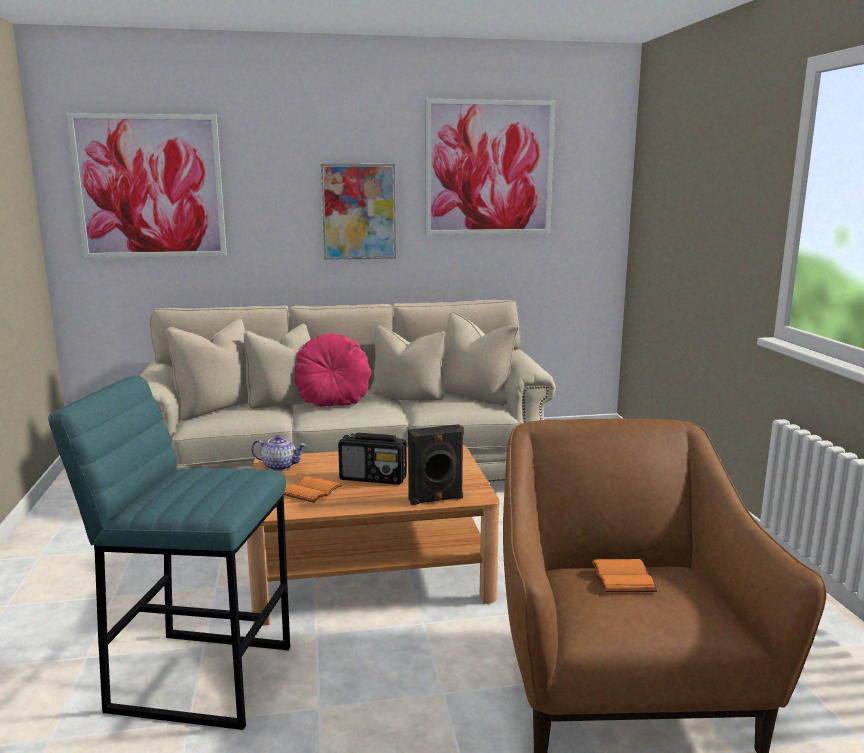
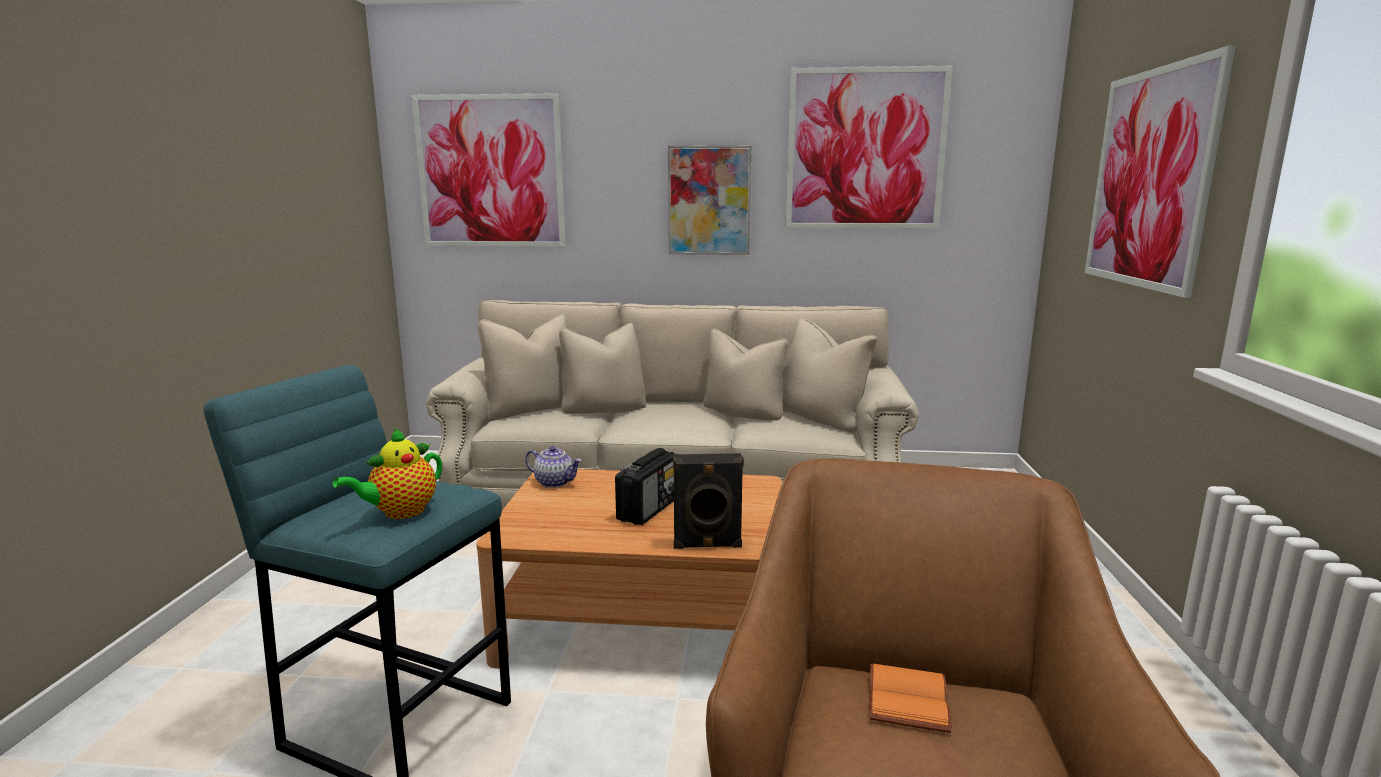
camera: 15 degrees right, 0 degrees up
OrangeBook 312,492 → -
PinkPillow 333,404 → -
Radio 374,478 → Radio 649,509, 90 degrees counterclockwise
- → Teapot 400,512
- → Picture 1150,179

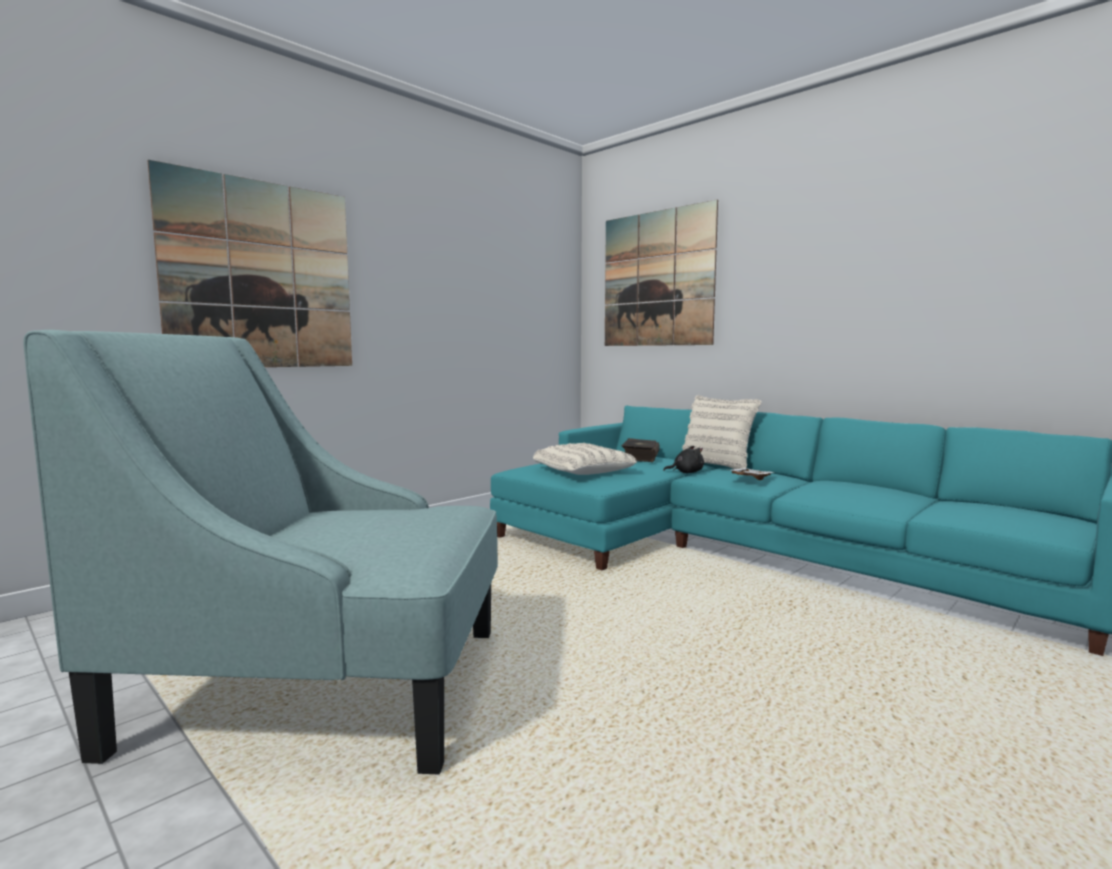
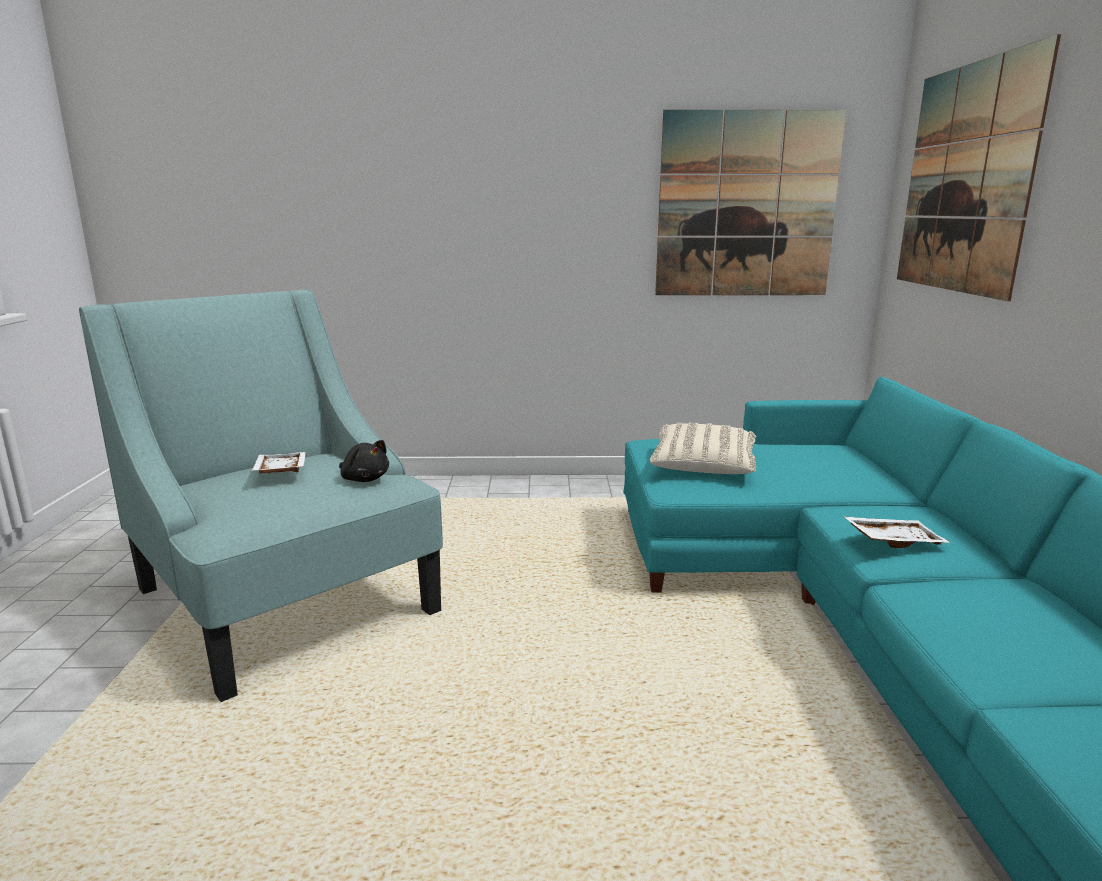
camera: 45 degrees right, 10 degrees up
Picture 261,275 → Picture 746,205, shifted
Book 639,457 → -
BlackPlushToy 686,472 → BlackPlushToy 364,479, shifted
BeigePillow 718,466 → -
- → WhiteTray 279,472

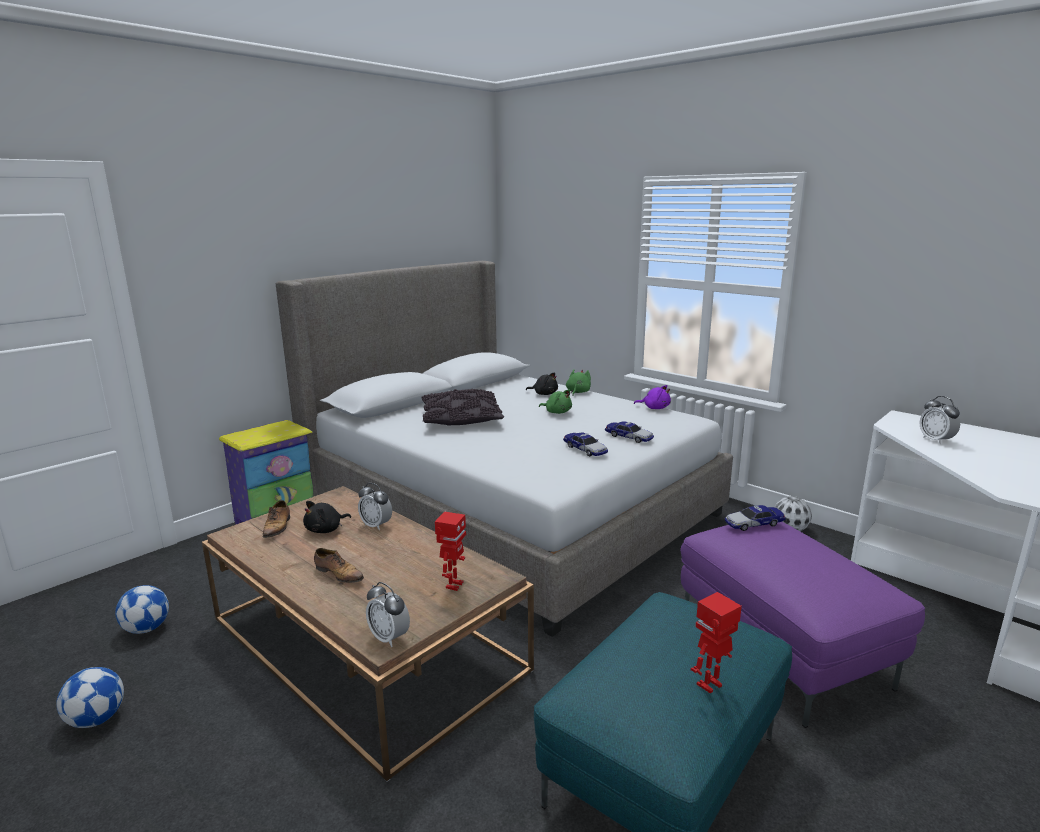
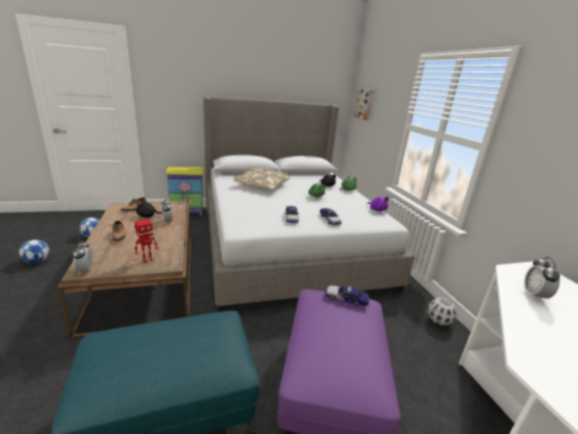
camera: 30 degrees right, 5 degrees up
BlackPillow 461,419 → BeigePillow 262,185
ToyRobot 710,685 → -
- → Picture 364,104

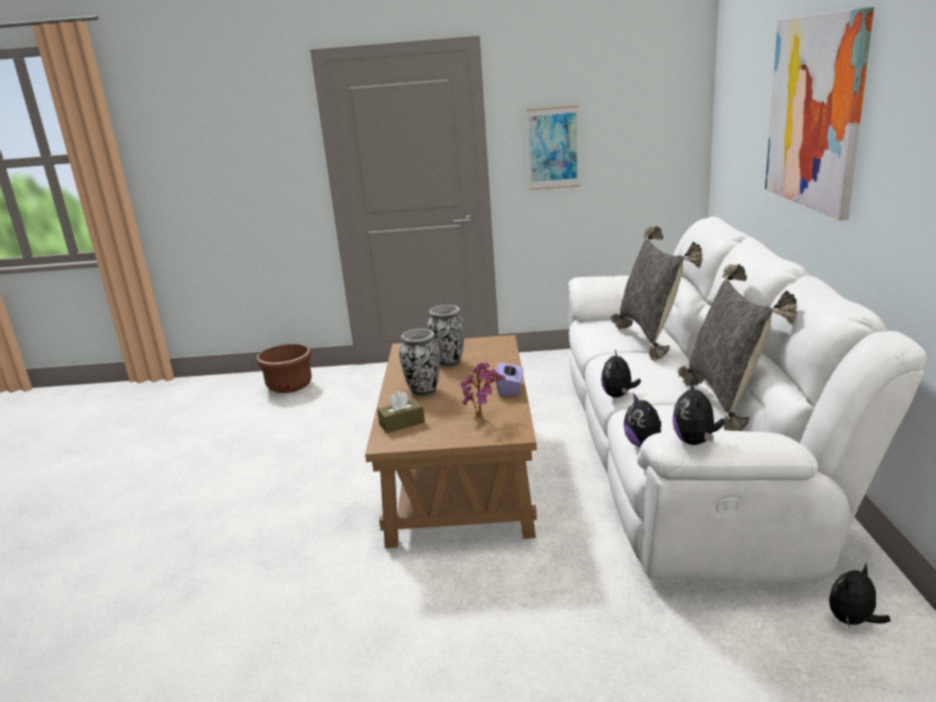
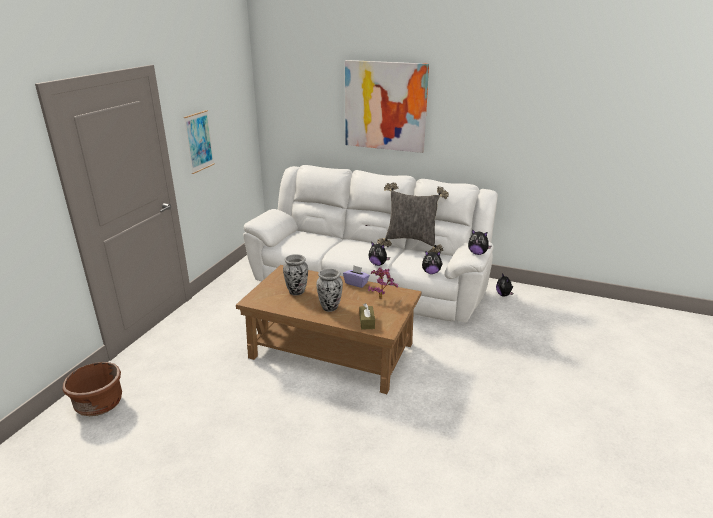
camera: 70 degrees left, 5 degrees up
Pillow 653,342 → -

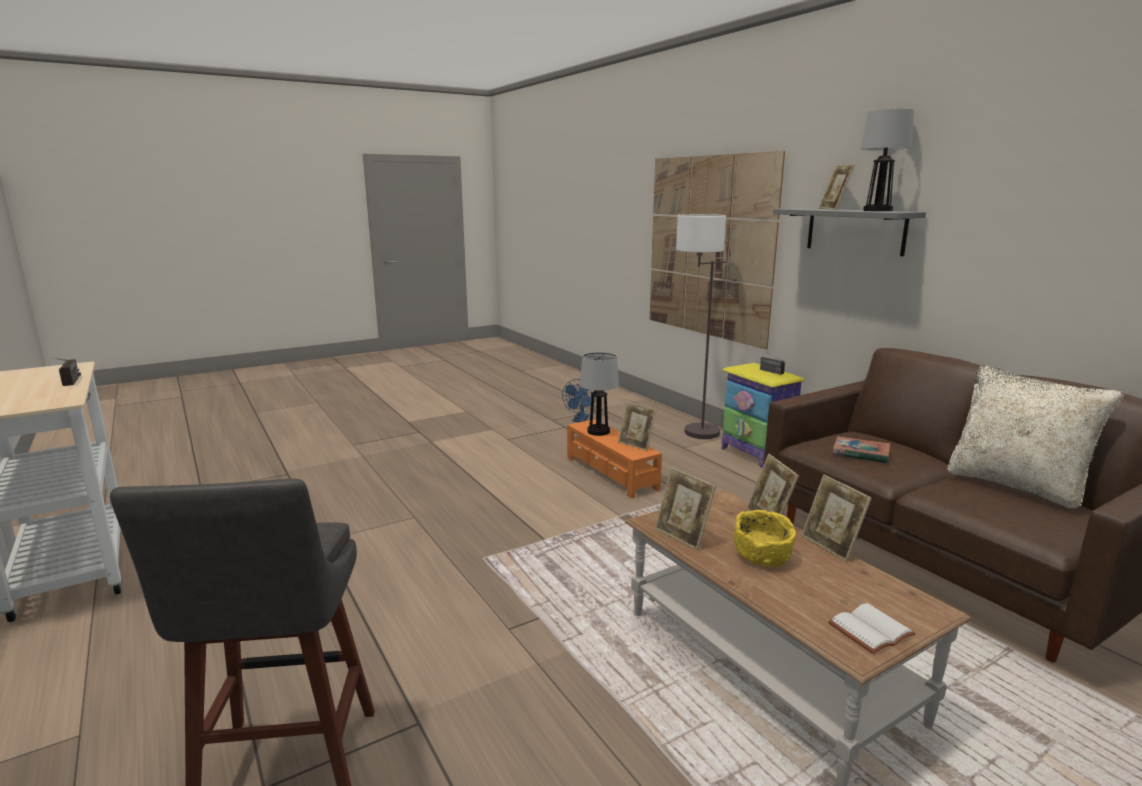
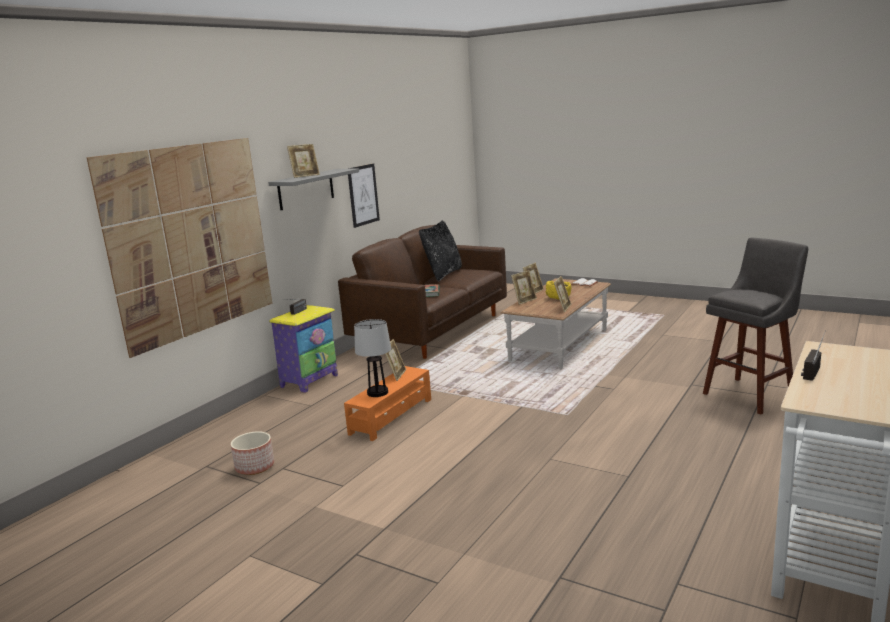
camera: 115 degrees left, 0 degrees up
BlueFan 580,420 → Planter 254,467
WhiteFloorLamp 693,434 → -
TableLamp 878,210 → -
BeigePillow 1015,488 → BlackPillow 443,275
- → Picture 363,195

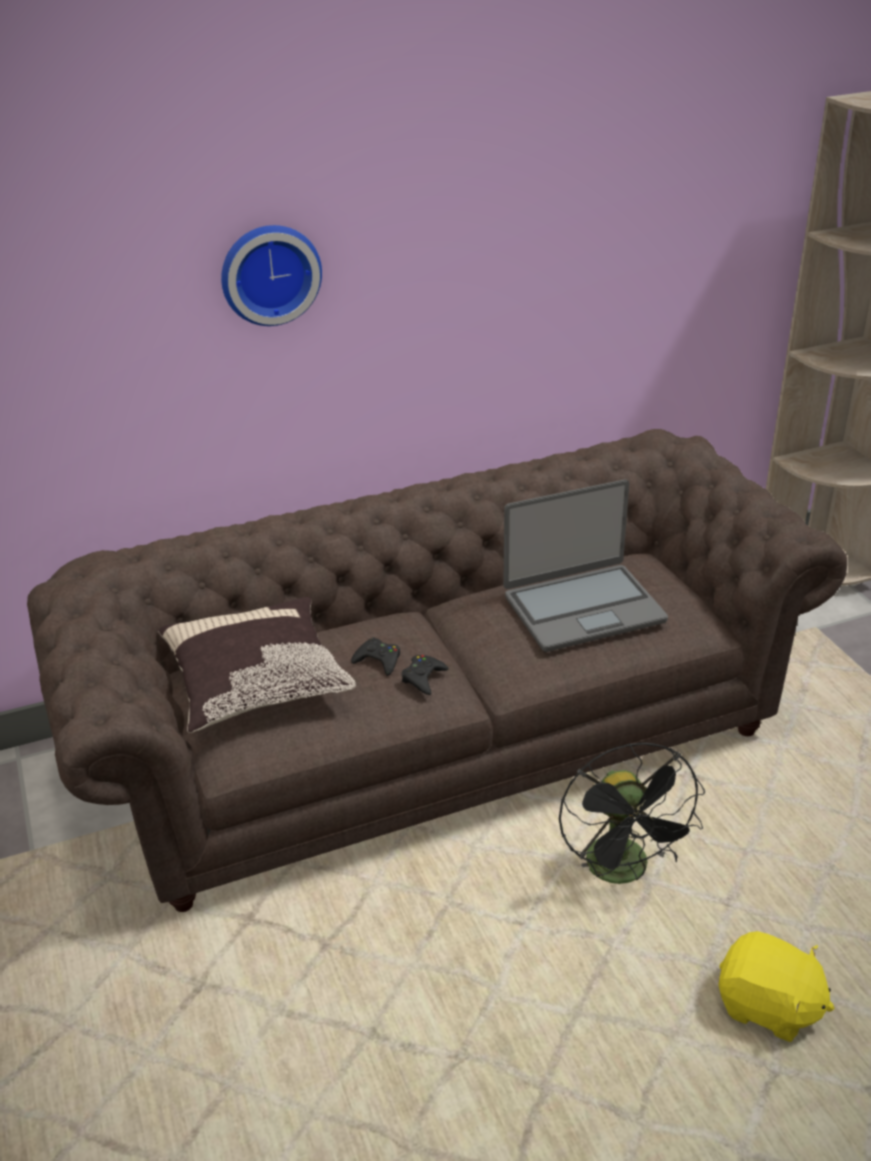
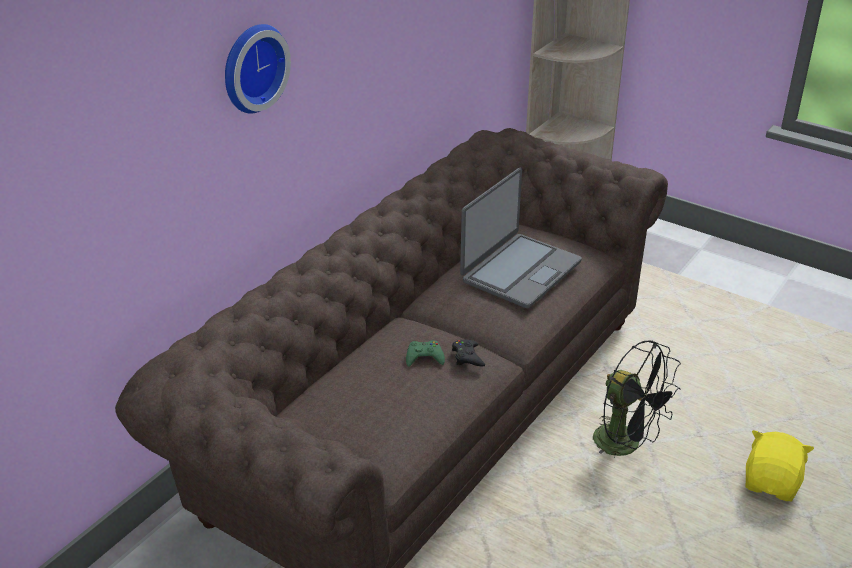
camera: 35 degrees left, 0 degrees up
Pillow 257,682 → -
BlackGameController 378,660 → GreenGameController 424,357
YellowPlushToy 768,1006 → YellowPlushToy 772,483, 60 degrees counterclockwise

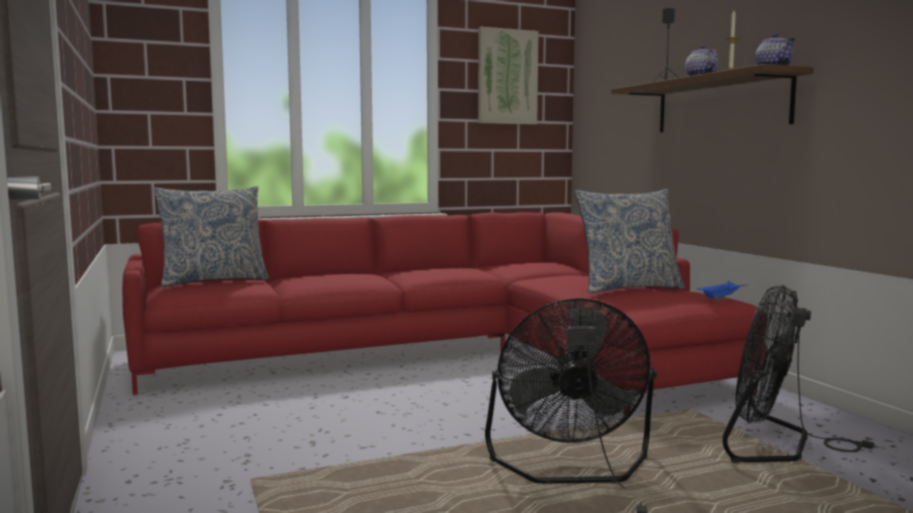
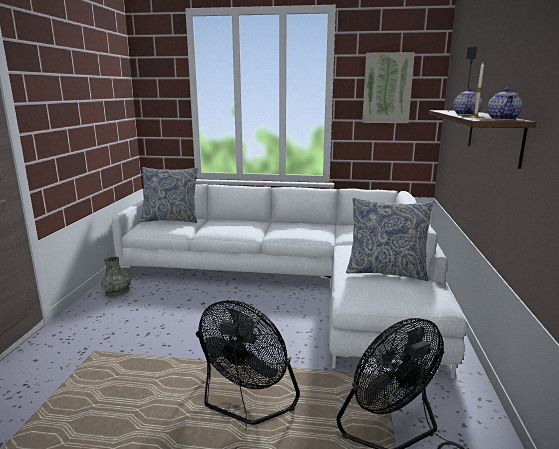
camera: 30 degrees right, 10 degrees up
RedSofa 451,356 → WhiteSofa 296,284
BlueTray 721,298 → -
- → GreyVase 117,291

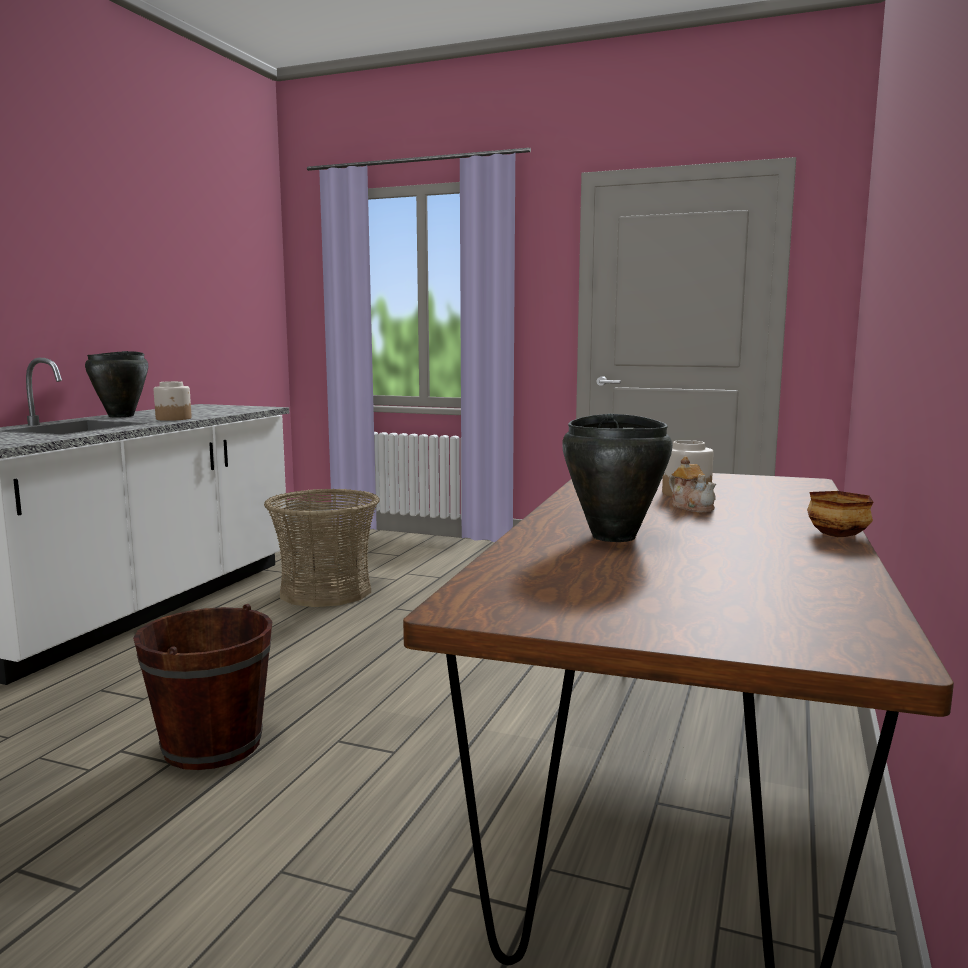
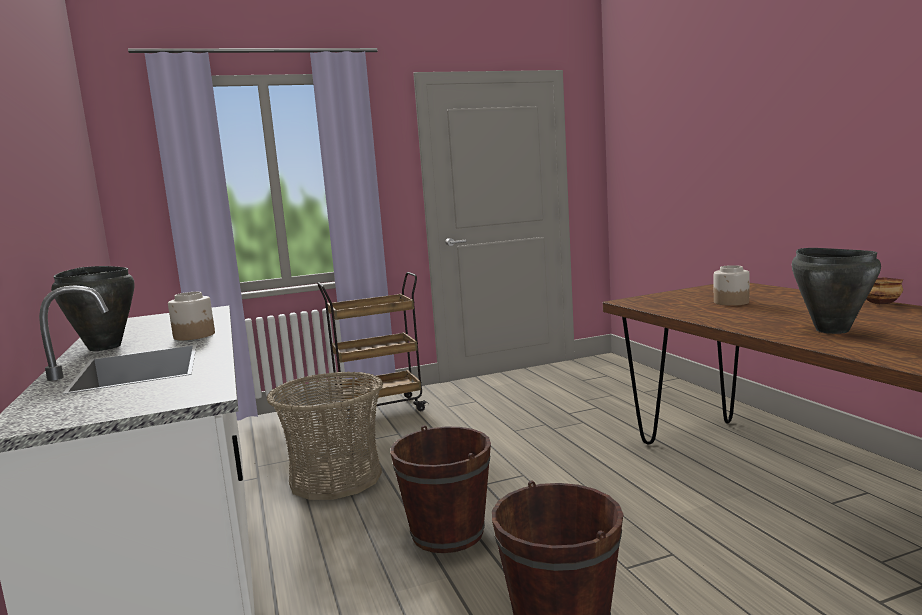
camera: 40 degrees left, 0 degrees up
Teapot 692,507 → -
- → BrownCart 381,410
- → BrownBucket 447,533

